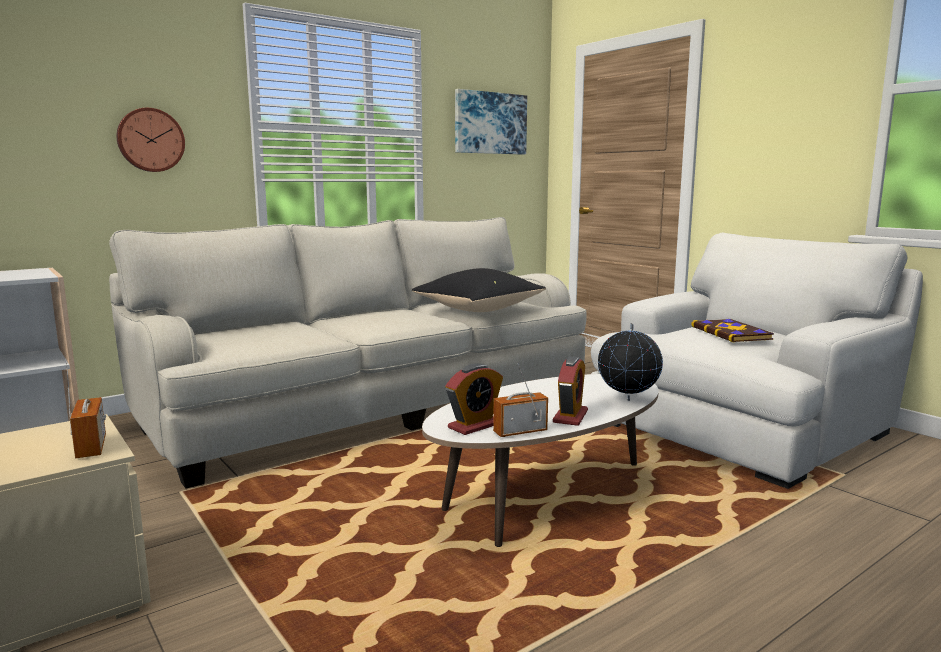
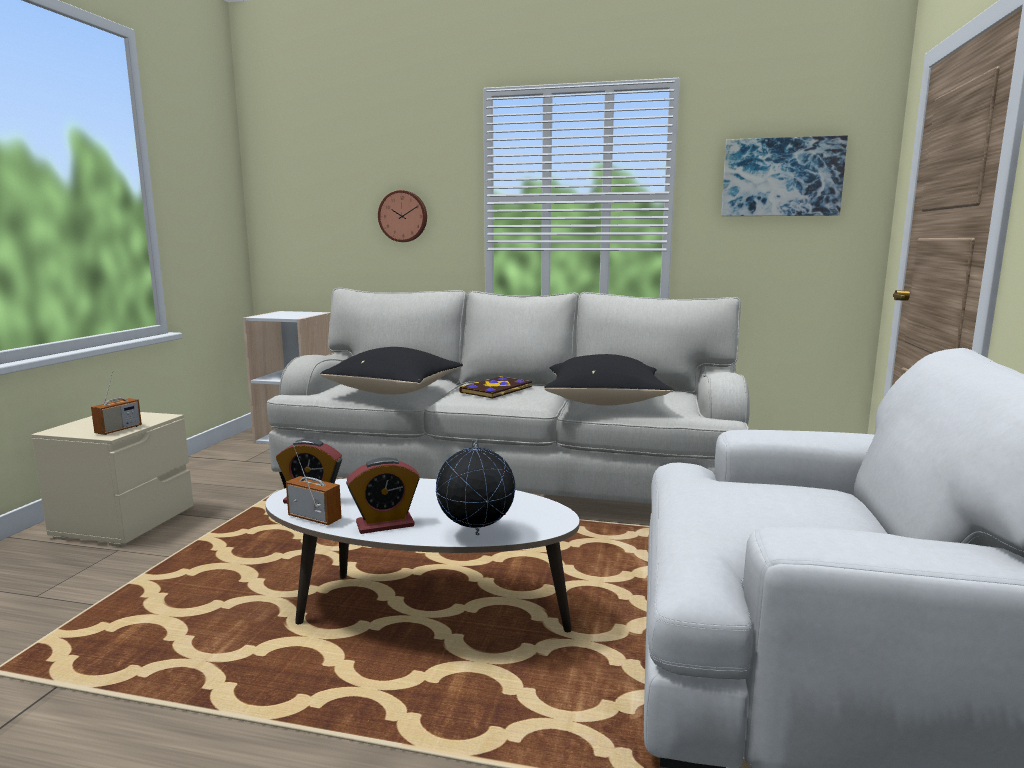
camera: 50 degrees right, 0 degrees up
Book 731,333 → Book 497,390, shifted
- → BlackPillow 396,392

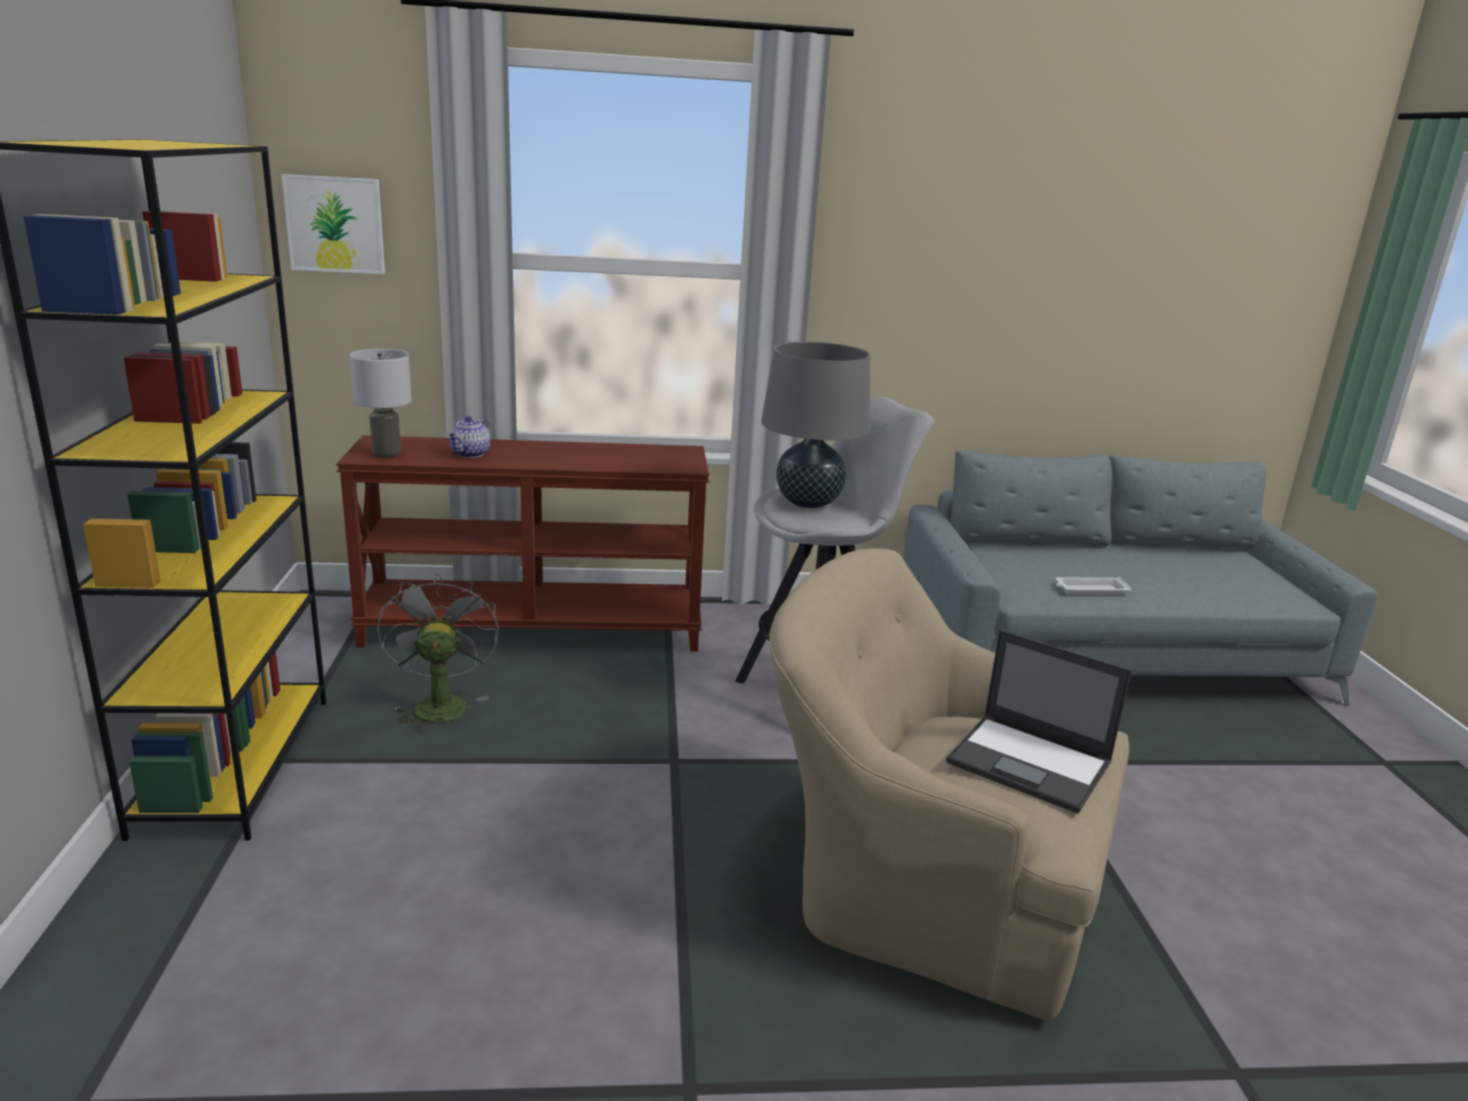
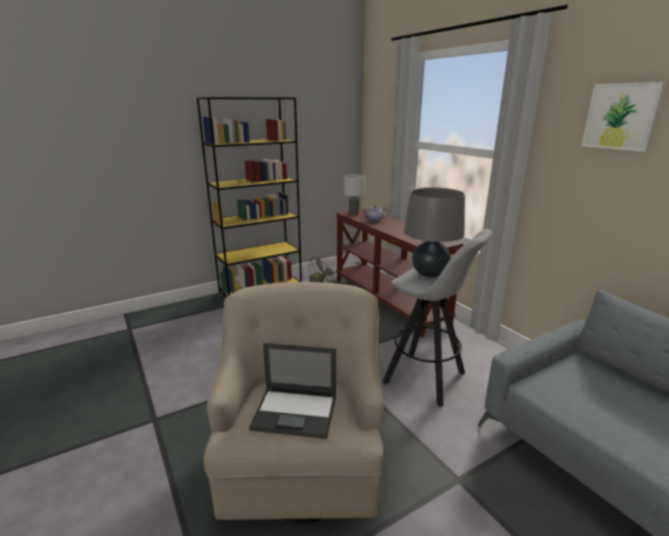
camera: 65 degrees right, 0 degrees up
Picture 335,224 → Picture 620,116, shifted
Laptop 1031,763 → Laptop 296,412, 90 degrees counterclockwise
WhiteTray 1090,590 → -

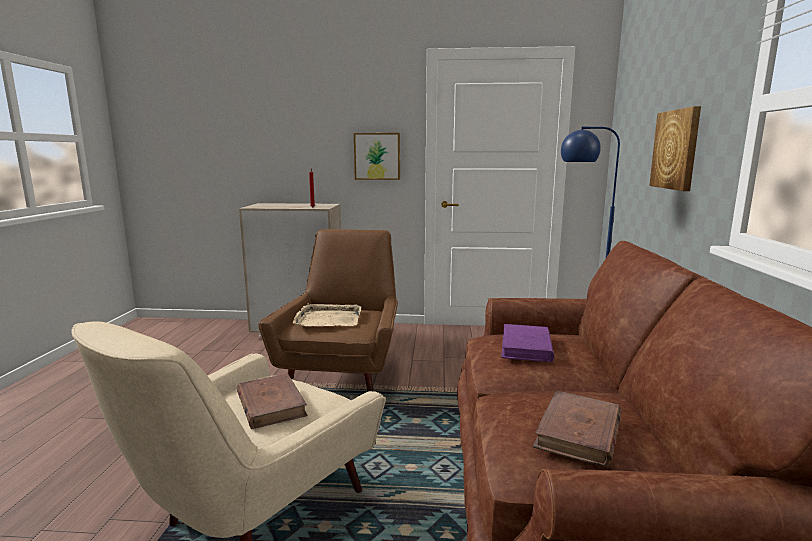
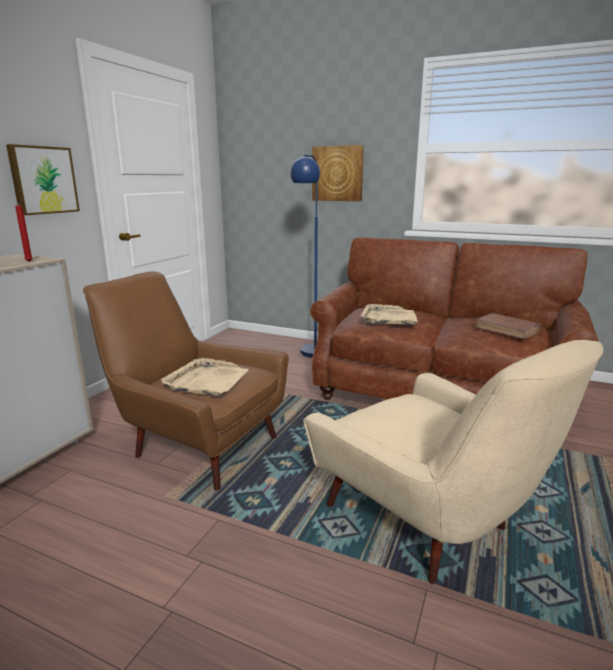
camera: 70 degrees left, 5 degrees up
BrownBook 271,404 → -
PurpleBook 526,347 → BeigeTray 389,318

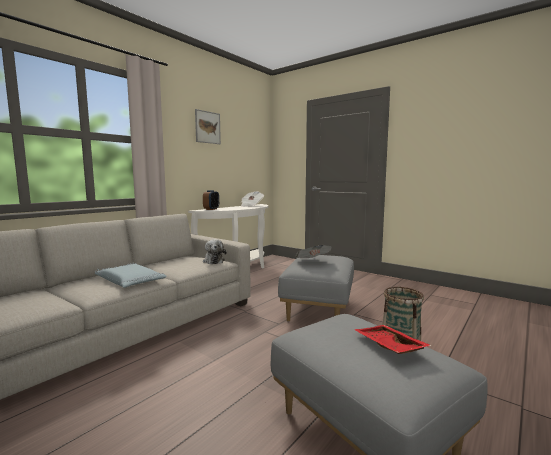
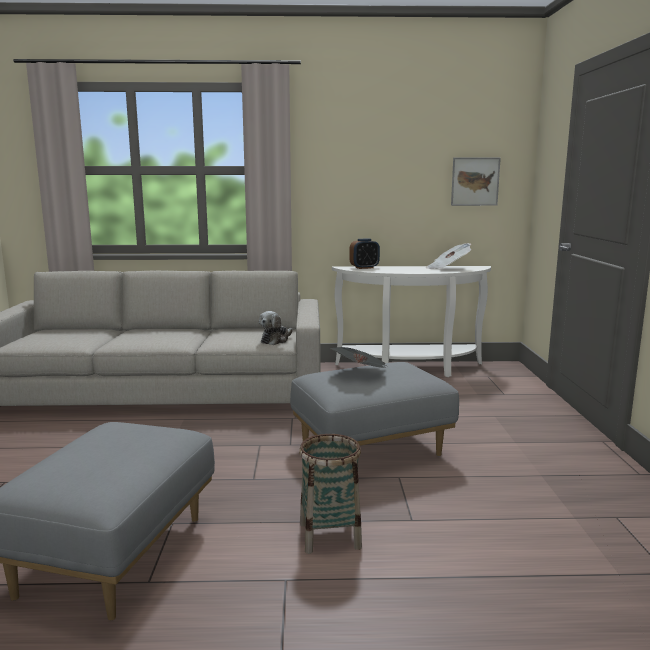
camera: 50 degrees right, 5 degrees up
BluePillow 130,280 → -
Picture 207,127 → Picture 475,181, shifted
RedTray 388,347 → -

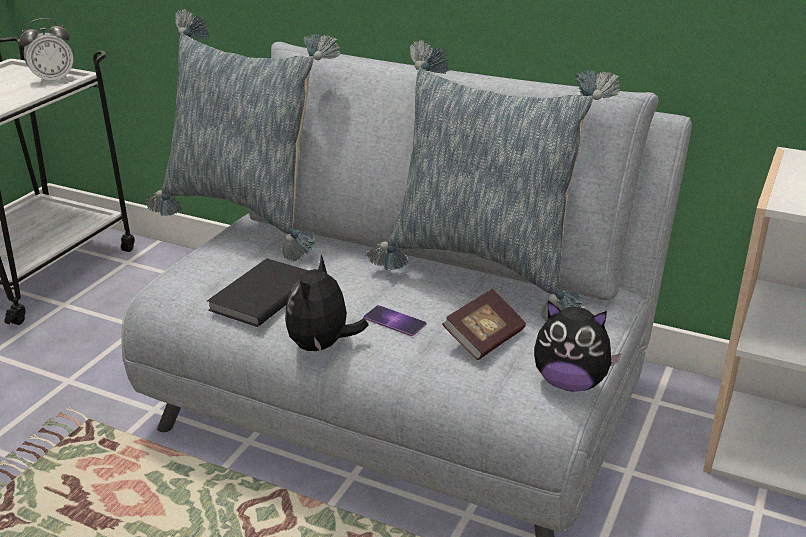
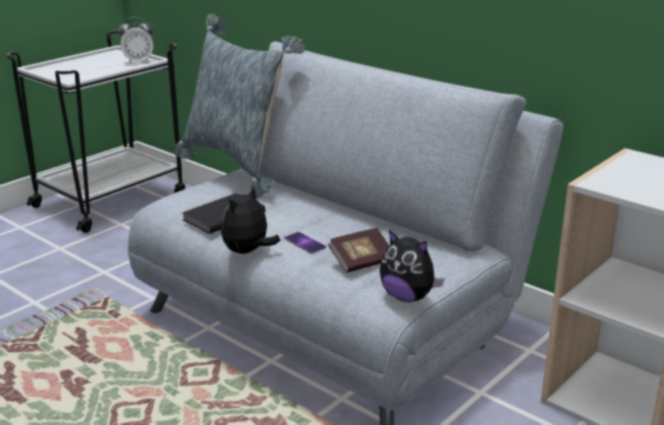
camera: 15 degrees right, 5 degrees down
Pillow 484,280 → -

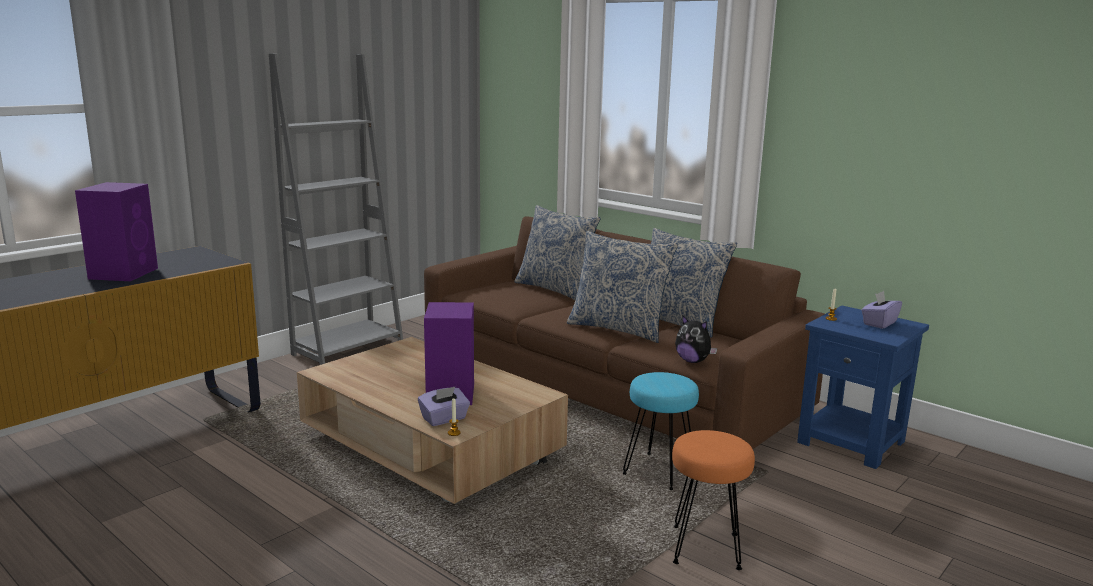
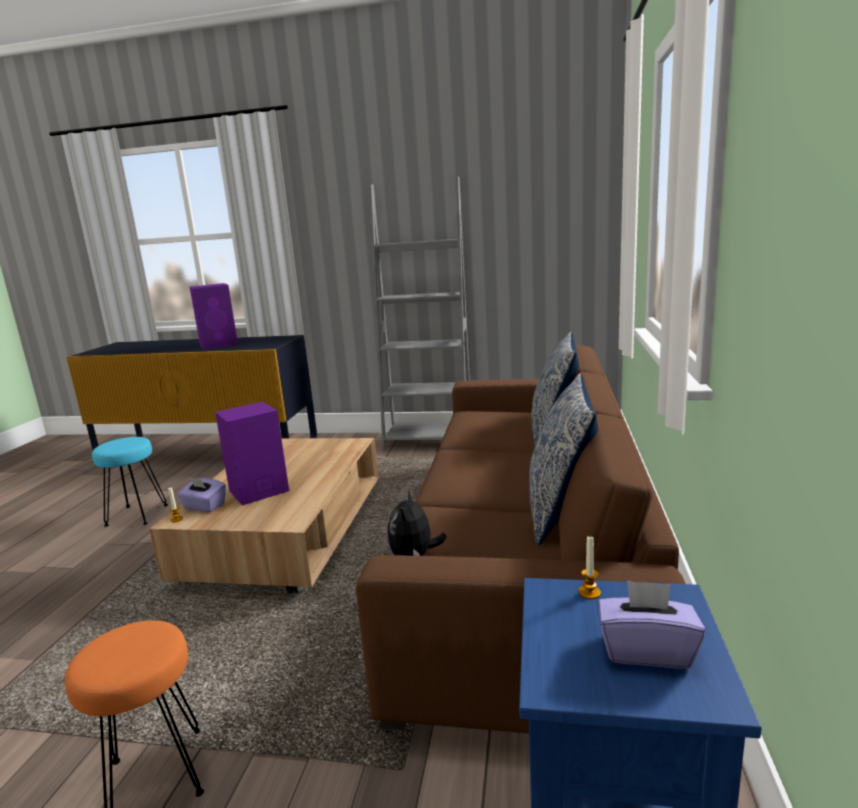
camera: 60 degrees right, 0 degrees up
Pillow 618,329 → -
TurquoiseStool 658,472 → TurquoiseStool 137,515, shifted

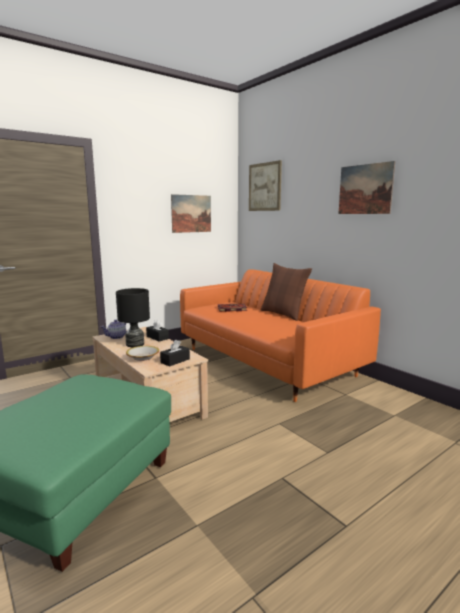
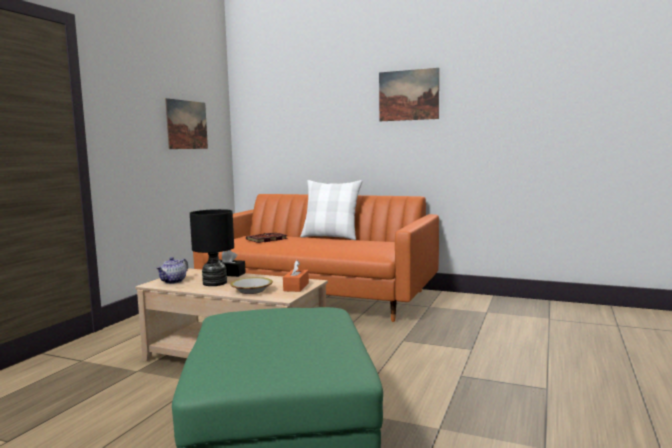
camera: 30 degrees left, 5 degrees down
BlackTissueBox 175,361 → OrangeTissueBox 296,287
Picture 264,187 → -
BrownPillow 283,314 → WhitePillow 331,237

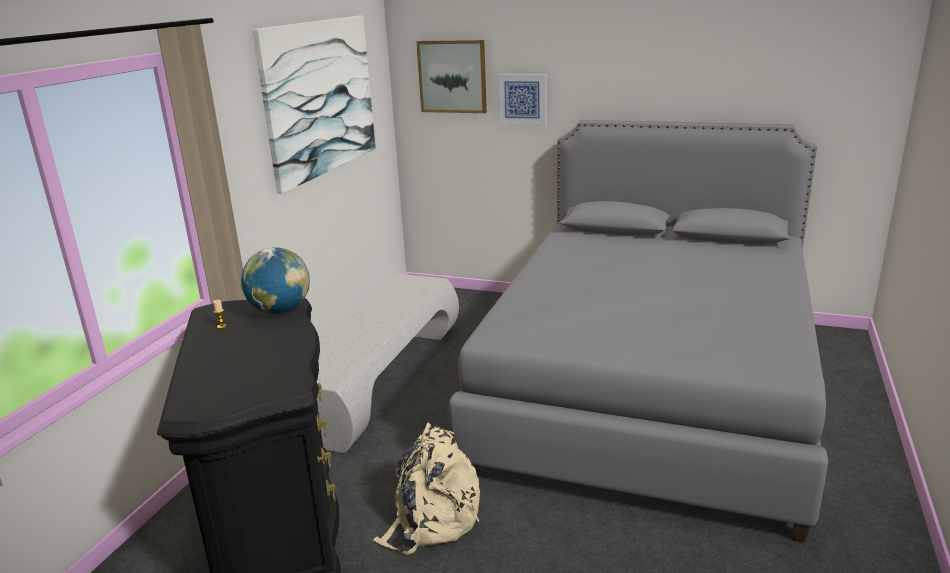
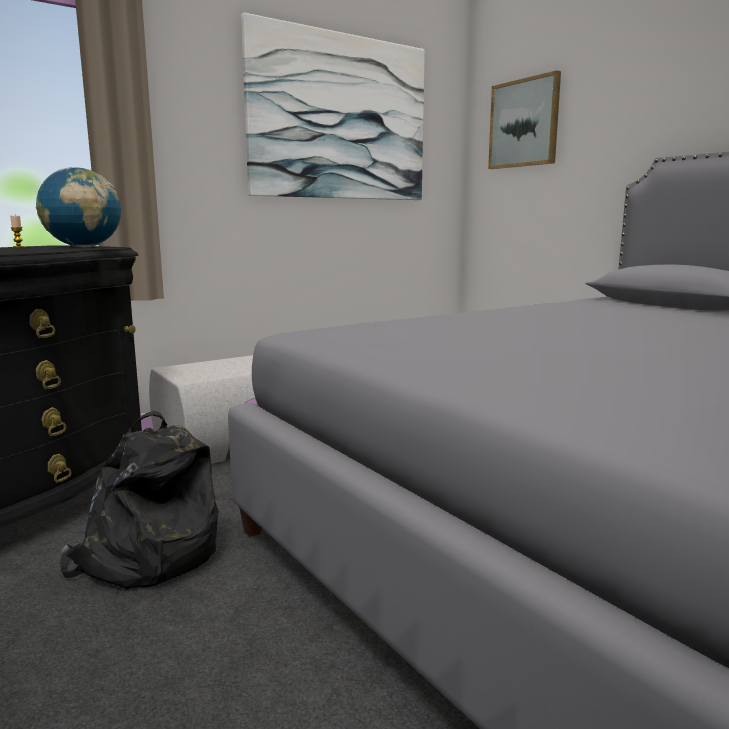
camera: 35 degrees right, 10 degrees down
BeigeBackpack 432,519 → BlackBackpack 147,557
Picture 522,99 → -

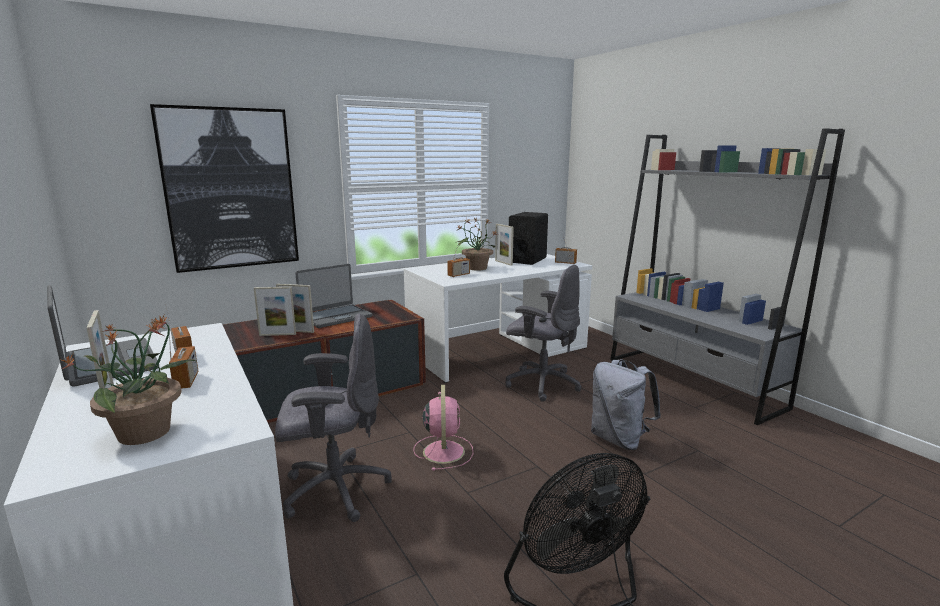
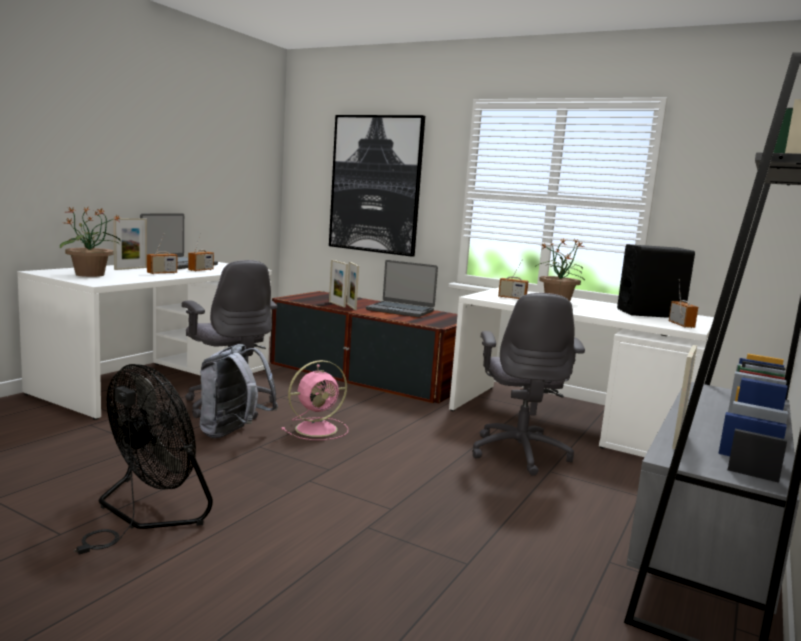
camera: 60 degrees right, 5 degrees down
PictureFrame 503,263 → PictureFrame 677,439, shifted
GreyBackpack 619,439 → GreyBackpack 233,433, shifted

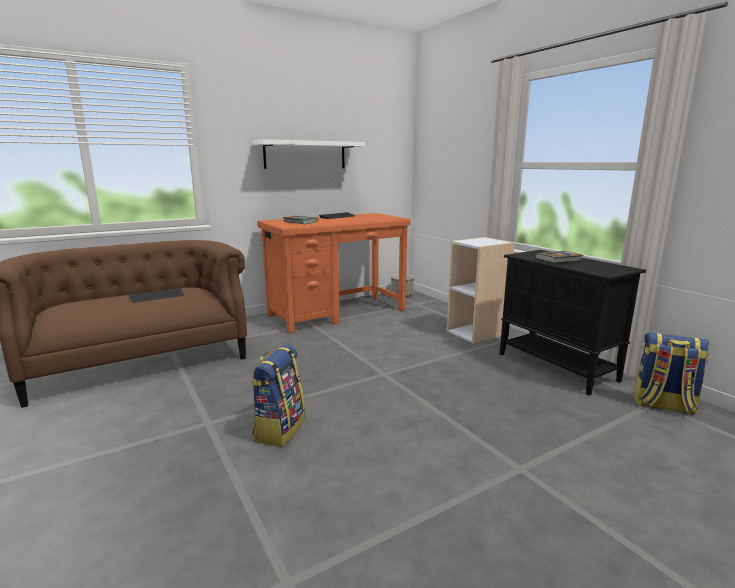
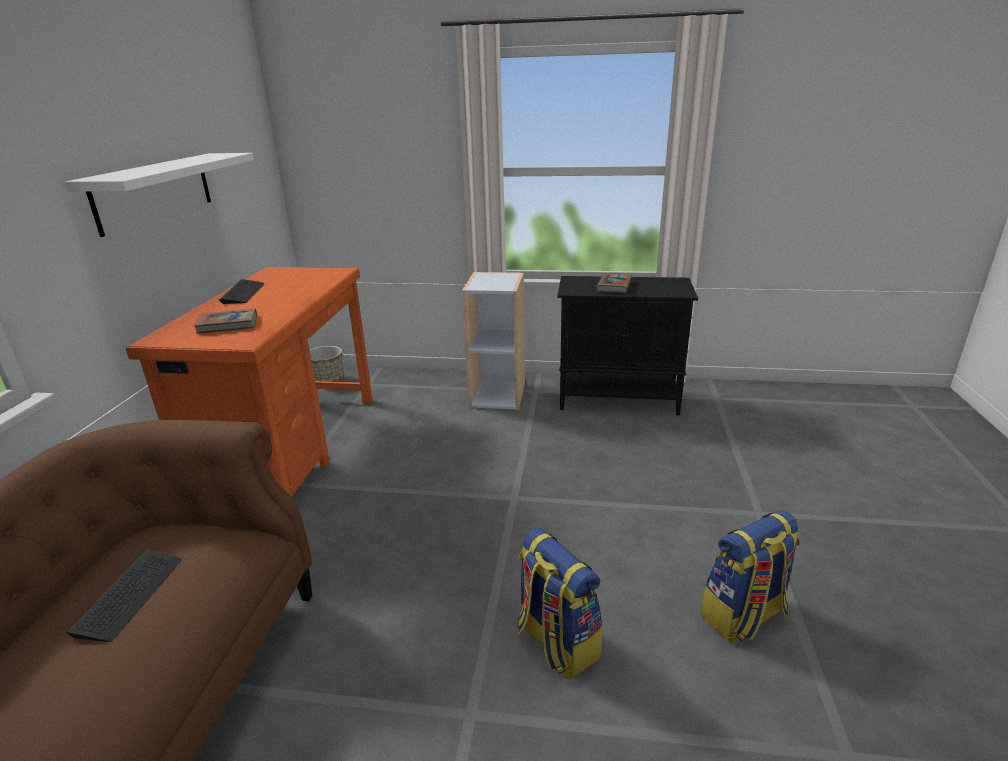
camera: 50 degrees left, 10 degrees up
Backpack 663,405 → Backpack 744,616, shifted

